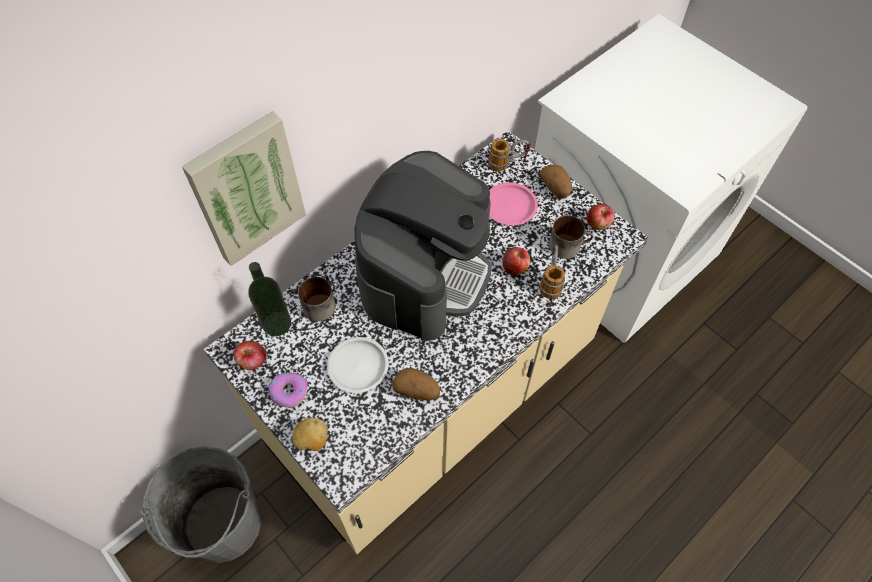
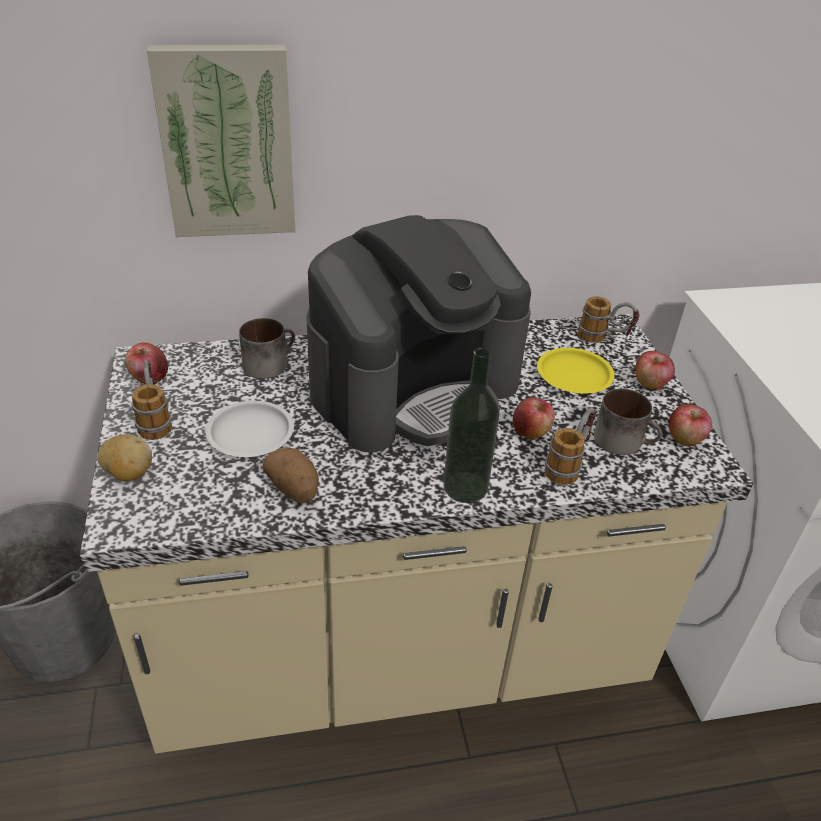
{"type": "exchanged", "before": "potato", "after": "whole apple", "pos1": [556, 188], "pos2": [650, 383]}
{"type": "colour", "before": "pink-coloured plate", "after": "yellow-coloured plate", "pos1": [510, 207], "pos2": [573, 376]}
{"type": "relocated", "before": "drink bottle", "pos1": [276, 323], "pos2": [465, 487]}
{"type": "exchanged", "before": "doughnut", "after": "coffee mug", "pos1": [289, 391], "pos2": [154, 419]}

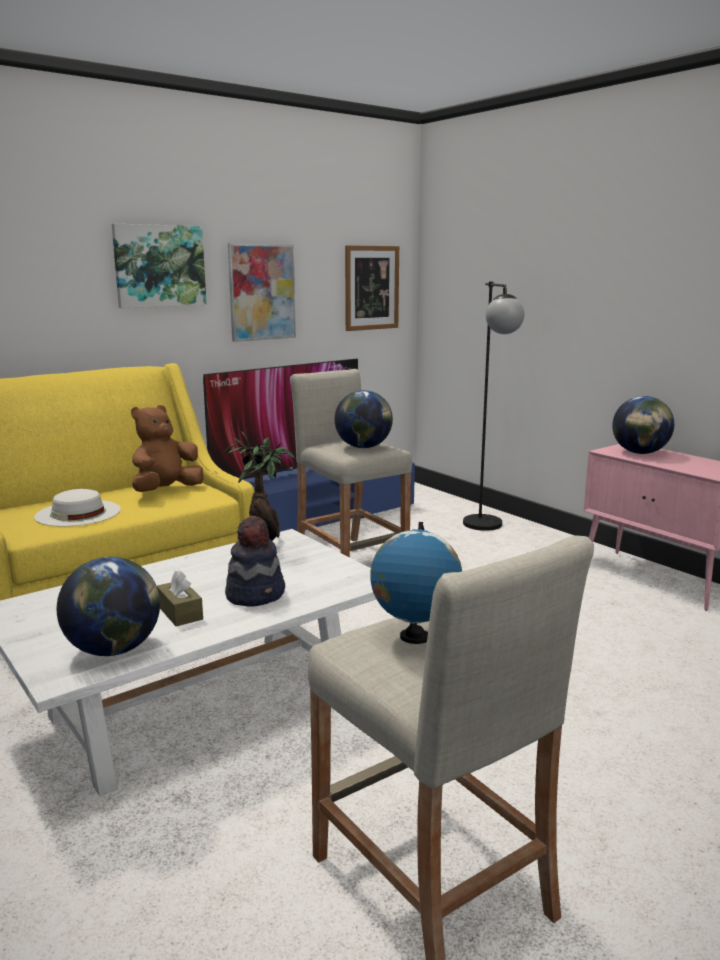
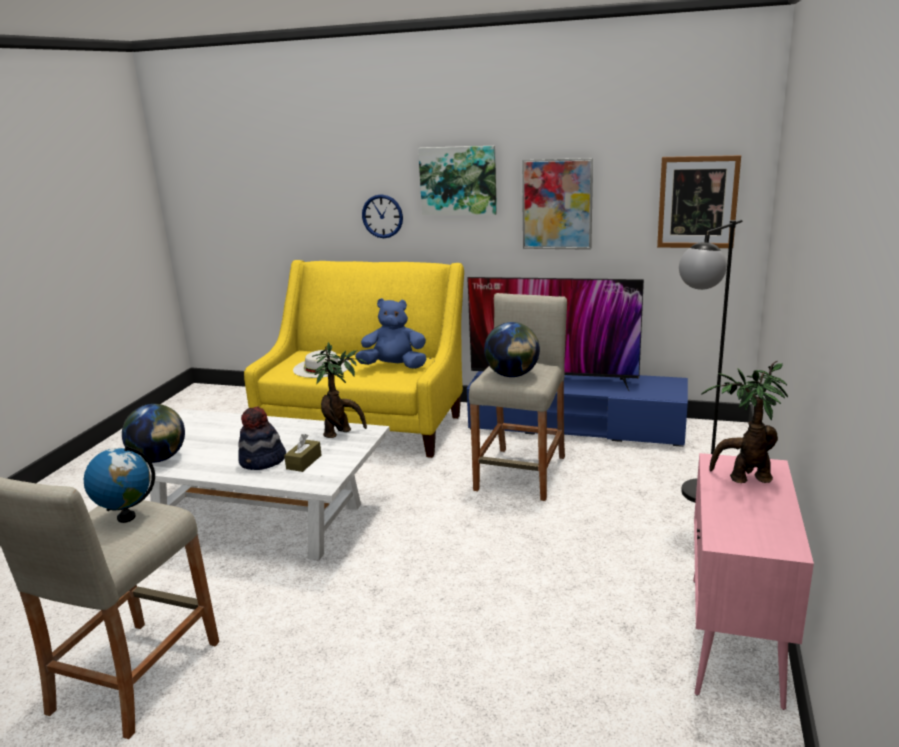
{"type": "exchanged", "before": "desk globe", "after": "plant in a pot", "pos1": [640, 453], "pos2": [744, 478]}
{"type": "colour", "before": "brown-coloured plush toy", "after": "blue-coloured plush toy", "pos1": [166, 491], "pos2": [394, 367]}
{"type": "relocated", "before": "brown-coloured tissue holder", "pos1": [180, 613], "pos2": [304, 462]}
{"type": "appeared", "after": "hanging clock", "pos2": [382, 216]}

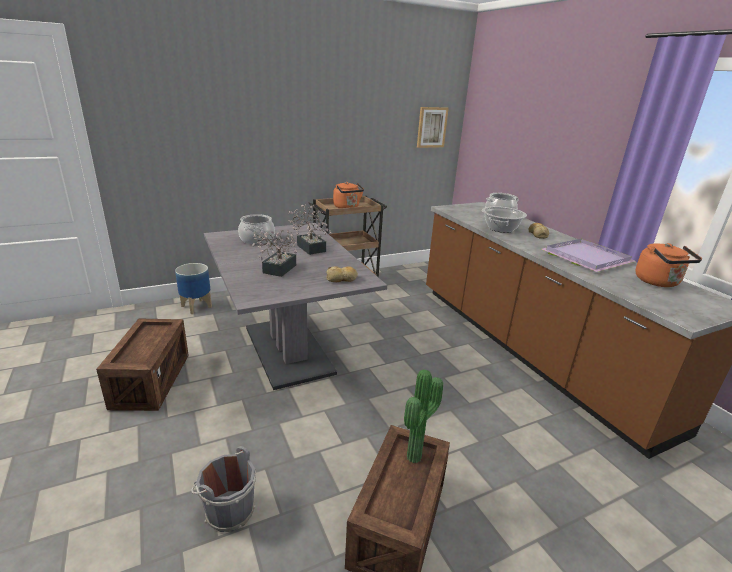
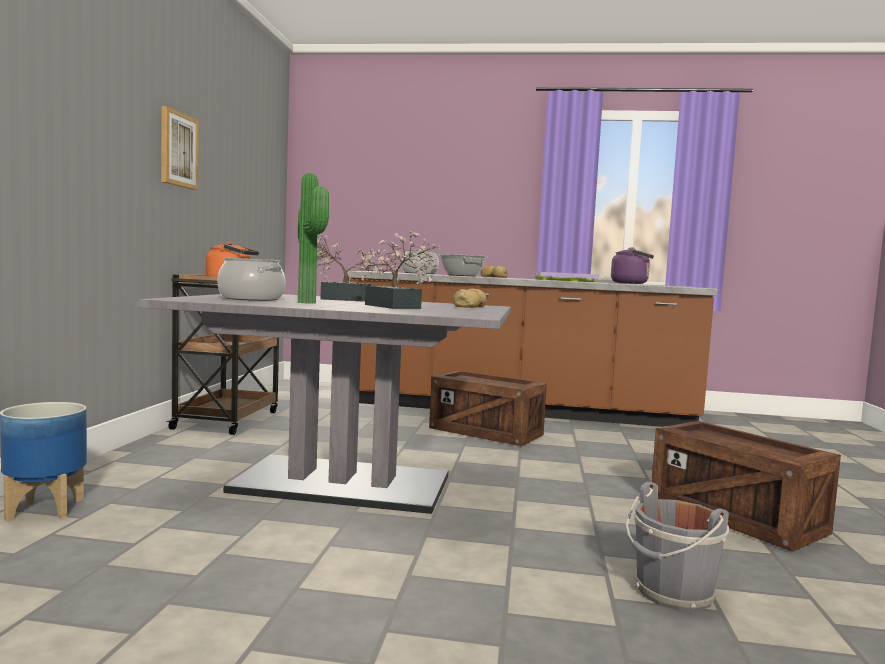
{"type": "relocated", "before": "wall picture", "pos1": [431, 127], "pos2": [178, 150]}
{"type": "colour", "before": "orange-coloured tea kettle", "after": "purple tea kettle", "pos1": [659, 282], "pos2": [632, 283]}
{"type": "relocated", "before": "crate", "pos1": [151, 381], "pos2": [485, 432]}
{"type": "relocated", "before": "plant in a pot", "pos1": [416, 458], "pos2": [310, 303]}

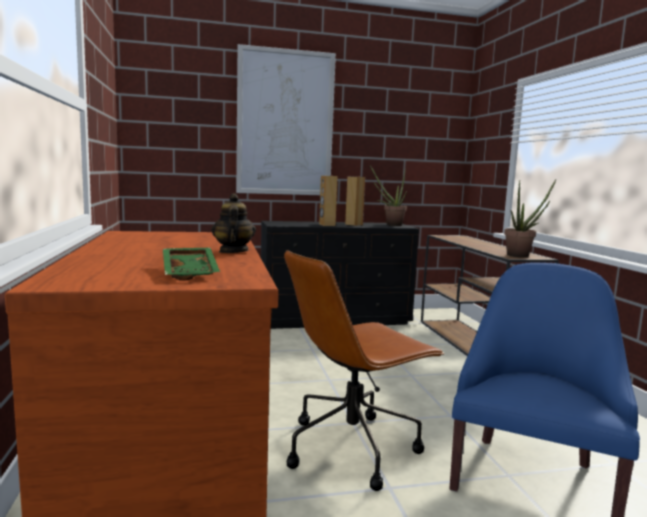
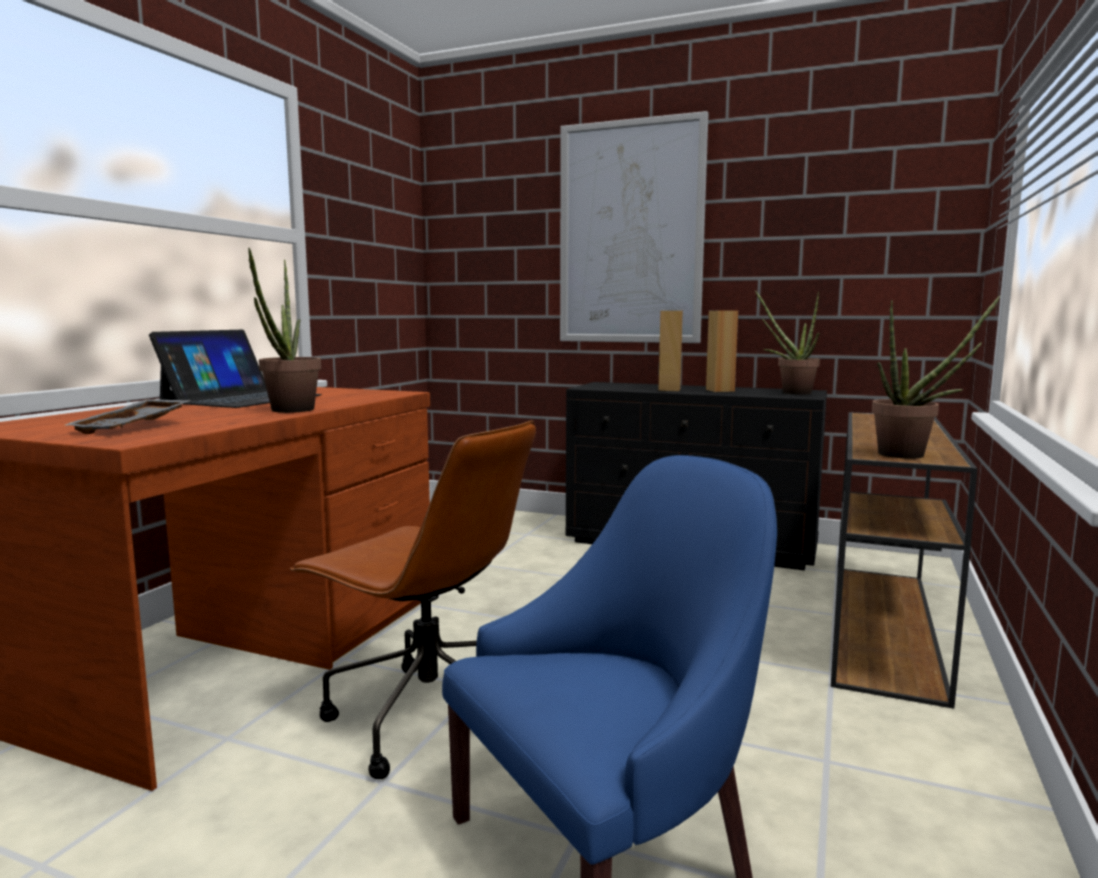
{"type": "exchanged", "before": "tea pot", "after": "plant in a pot", "pos1": [233, 251], "pos2": [288, 411]}
{"type": "colour", "before": "greenish carrying tray", "after": "grey carrying tray", "pos1": [191, 272], "pos2": [133, 427]}
{"type": "spun", "before": "brown-coloured desk chair", "pos1": [353, 447], "pos2": [426, 716], "turn": -150}
{"type": "appeared", "after": "portable computer", "pos2": [241, 399]}

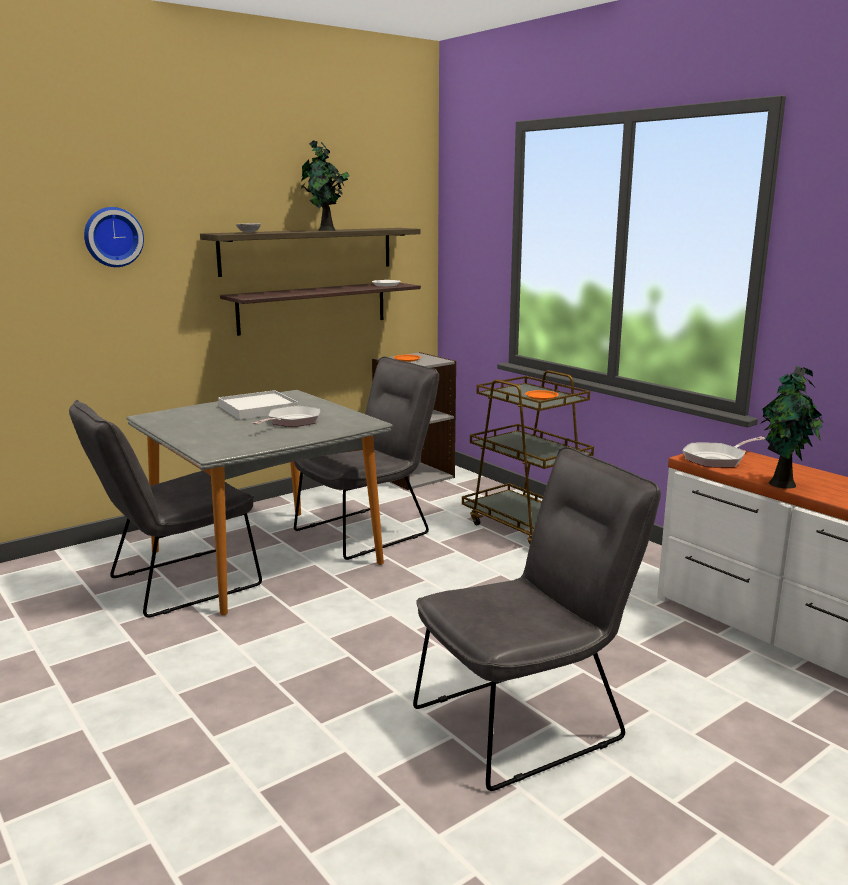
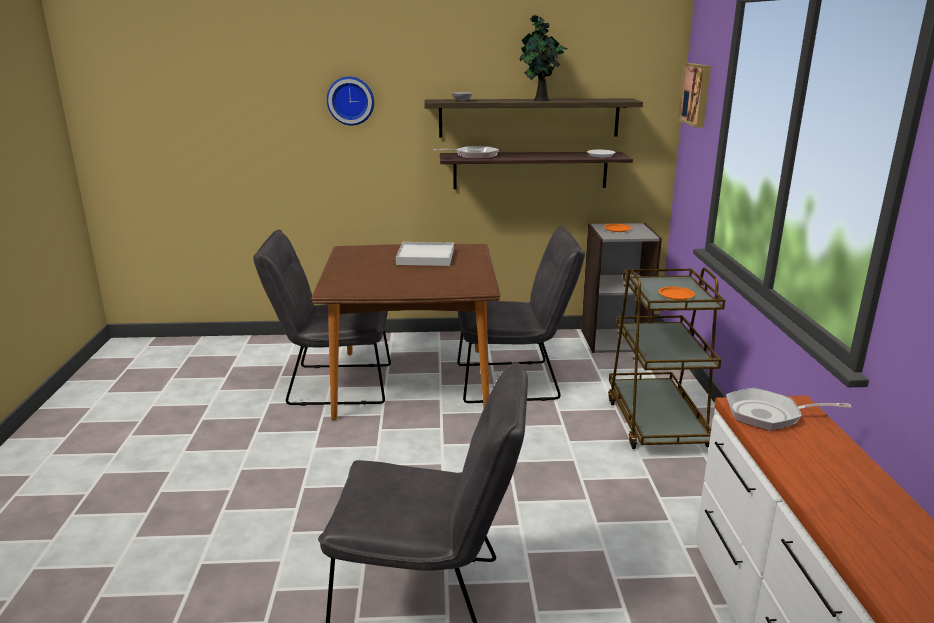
{"type": "missing", "before": "plant in a pot", "pos1": [783, 485]}
{"type": "colour", "before": "grey kitchen table", "after": "brown-coloured kitchen table", "pos1": [264, 558], "pos2": [411, 382]}
{"type": "relocated", "before": "frying pan", "pos1": [291, 422], "pos2": [473, 156]}
{"type": "appeared", "after": "wall picture", "pos2": [697, 94]}

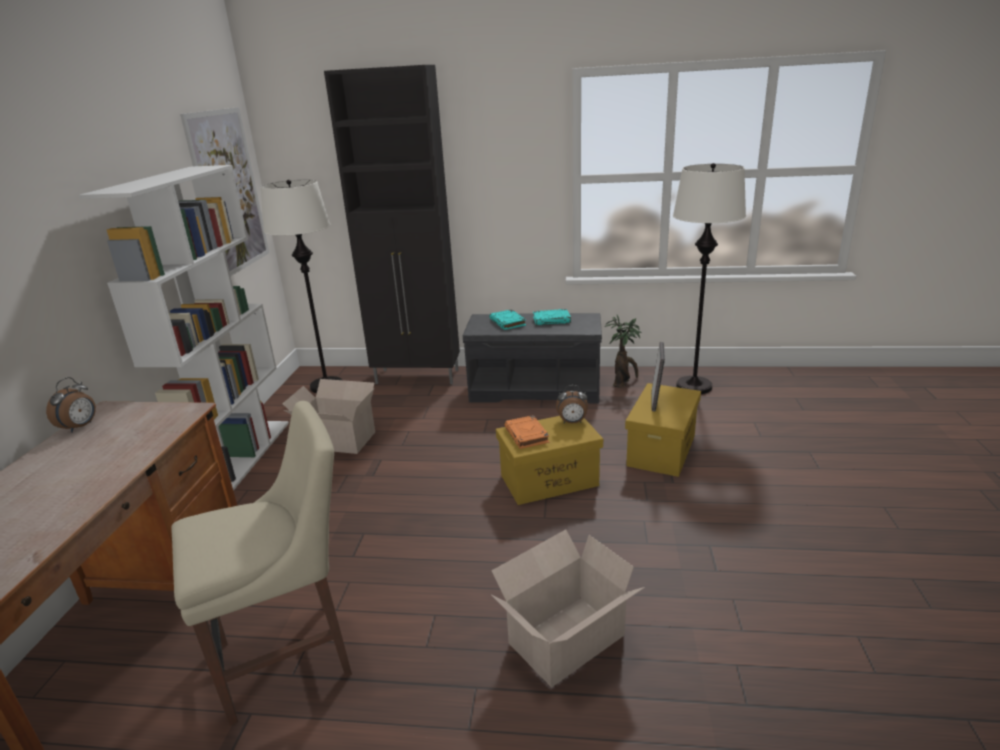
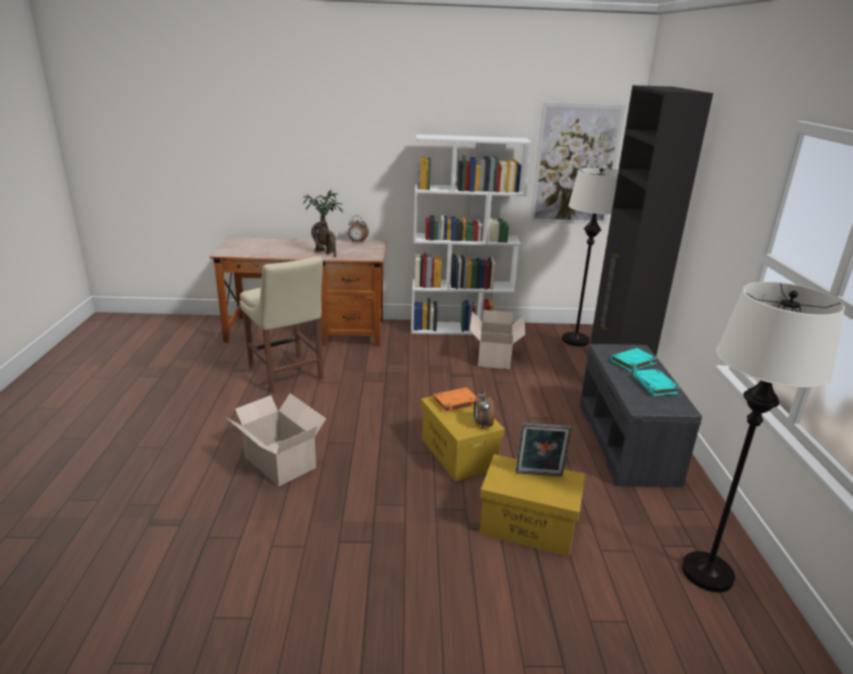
{"type": "relocated", "before": "plant in a pot", "pos1": [623, 382], "pos2": [325, 253]}

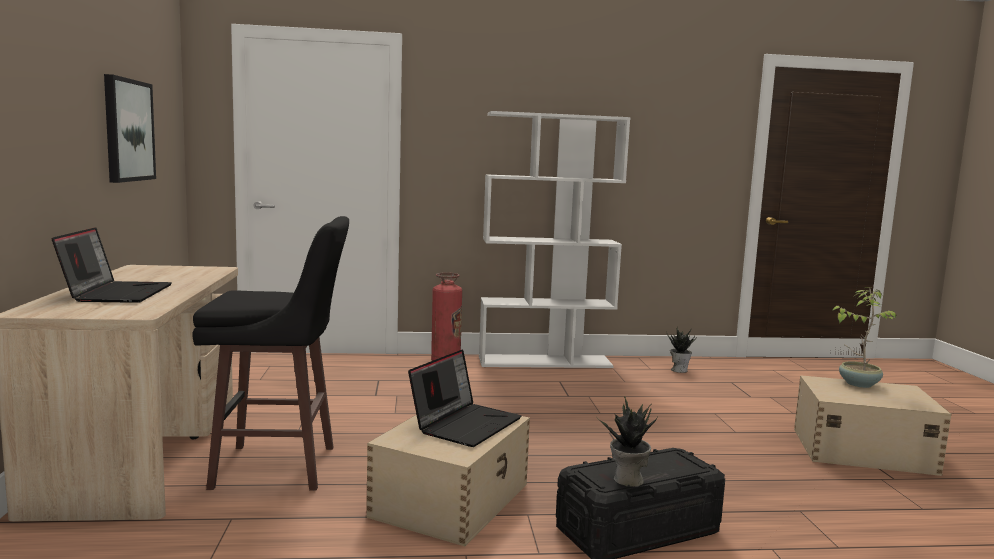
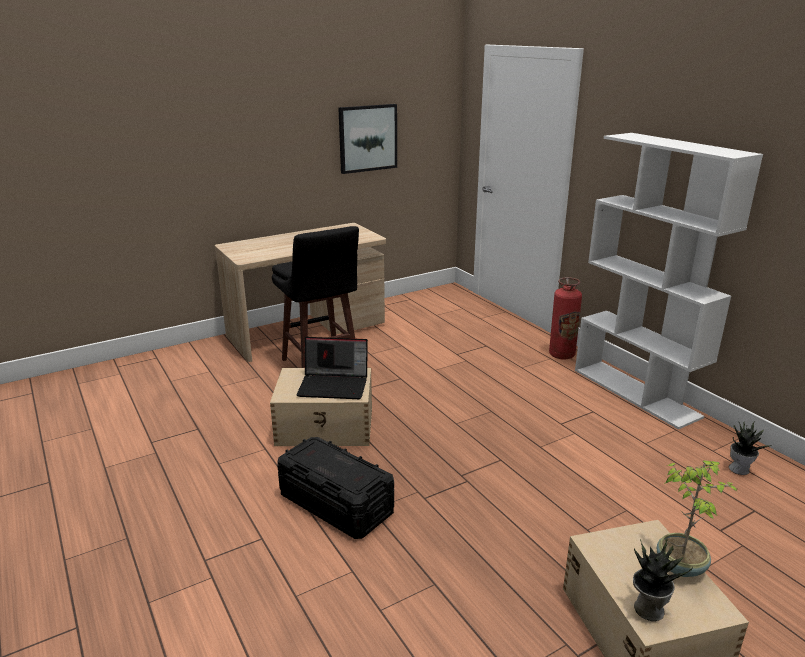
{"type": "missing", "before": "portable computer", "pos1": [117, 293]}
{"type": "relocated", "before": "plant in a pot", "pos1": [627, 480], "pos2": [647, 608]}

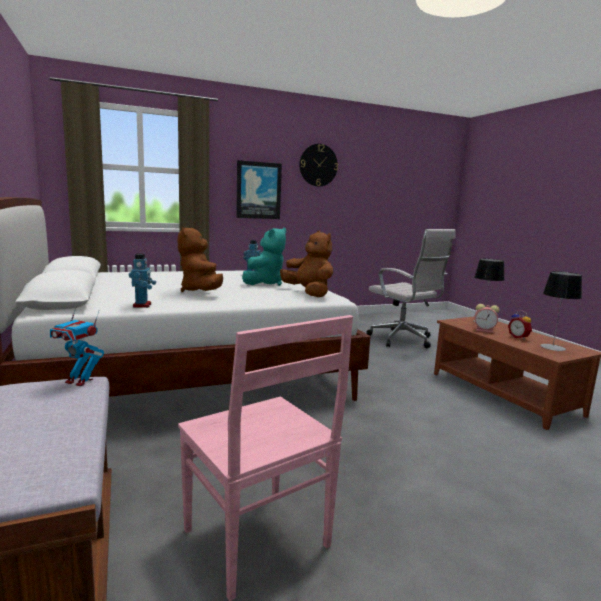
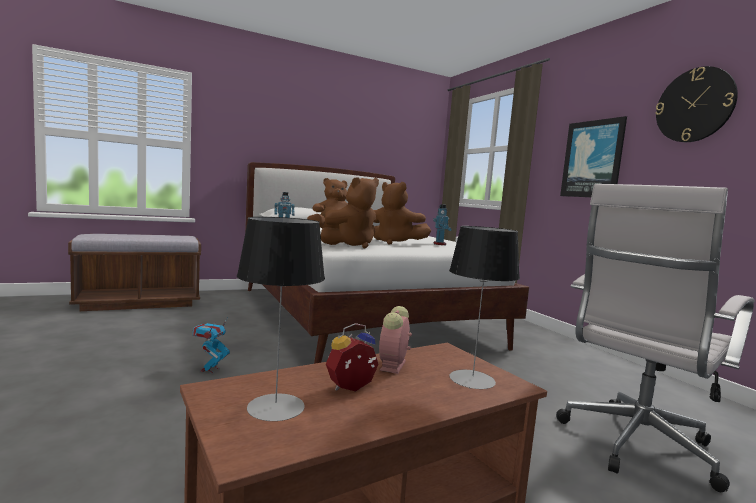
{"type": "colour", "before": "blue-green plush toy", "after": "brown-coloured plush toy", "pos1": [265, 283], "pos2": [395, 243]}
{"type": "relocated", "before": "model robot", "pos1": [80, 381], "pos2": [210, 369]}
{"type": "missing", "before": "pink-coloured chair", "pos1": [258, 541]}

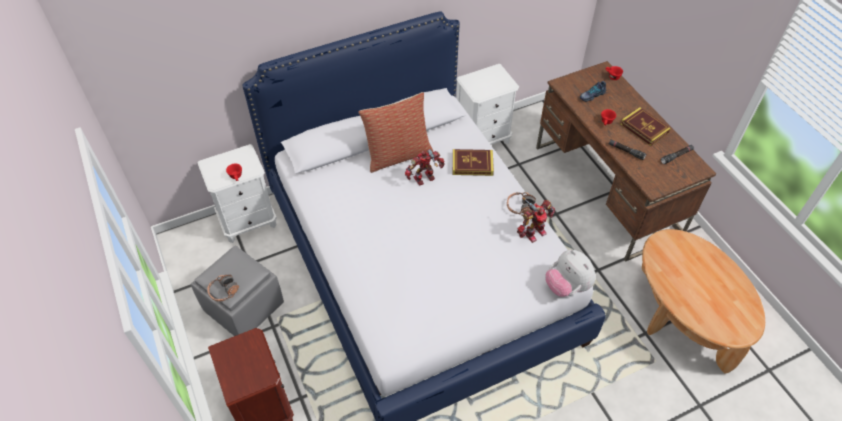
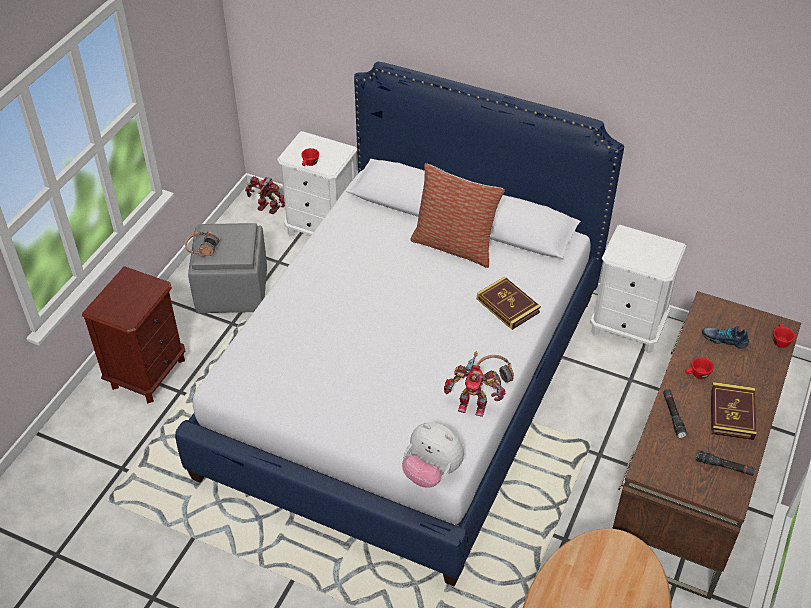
{"type": "relocated", "before": "model robot", "pos1": [425, 179], "pos2": [268, 209]}
{"type": "spun", "before": "plush toy", "pos1": [567, 286], "pos2": [431, 472], "turn": -75}

